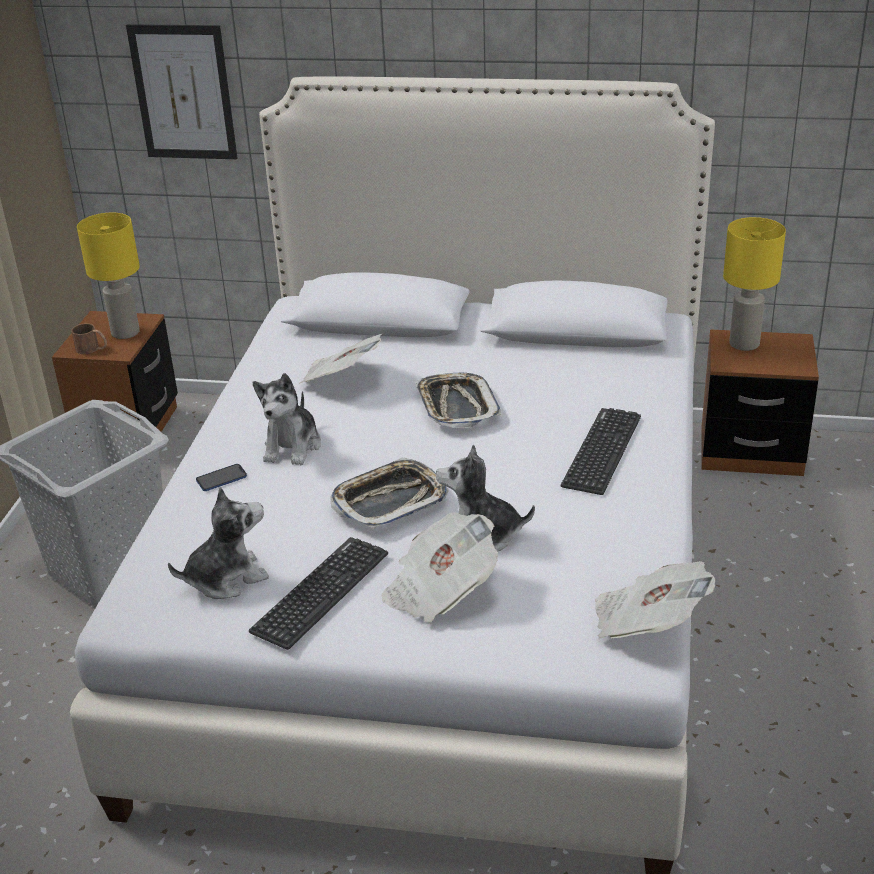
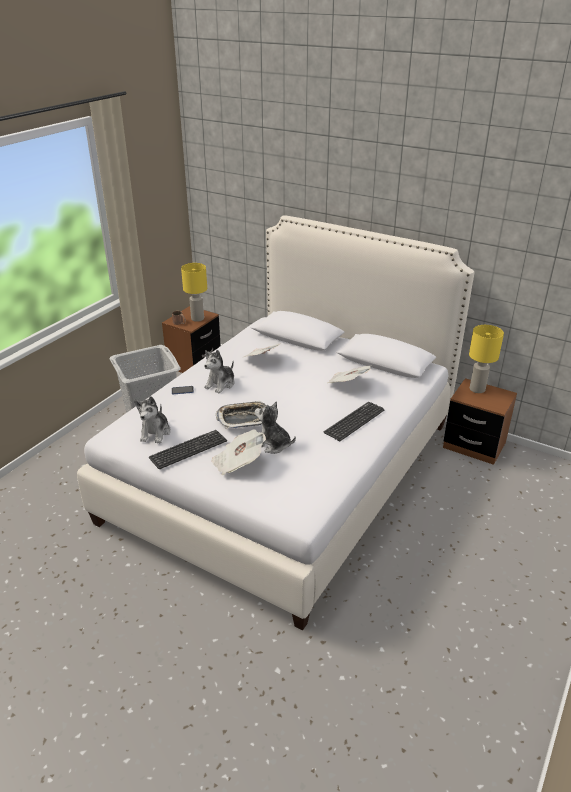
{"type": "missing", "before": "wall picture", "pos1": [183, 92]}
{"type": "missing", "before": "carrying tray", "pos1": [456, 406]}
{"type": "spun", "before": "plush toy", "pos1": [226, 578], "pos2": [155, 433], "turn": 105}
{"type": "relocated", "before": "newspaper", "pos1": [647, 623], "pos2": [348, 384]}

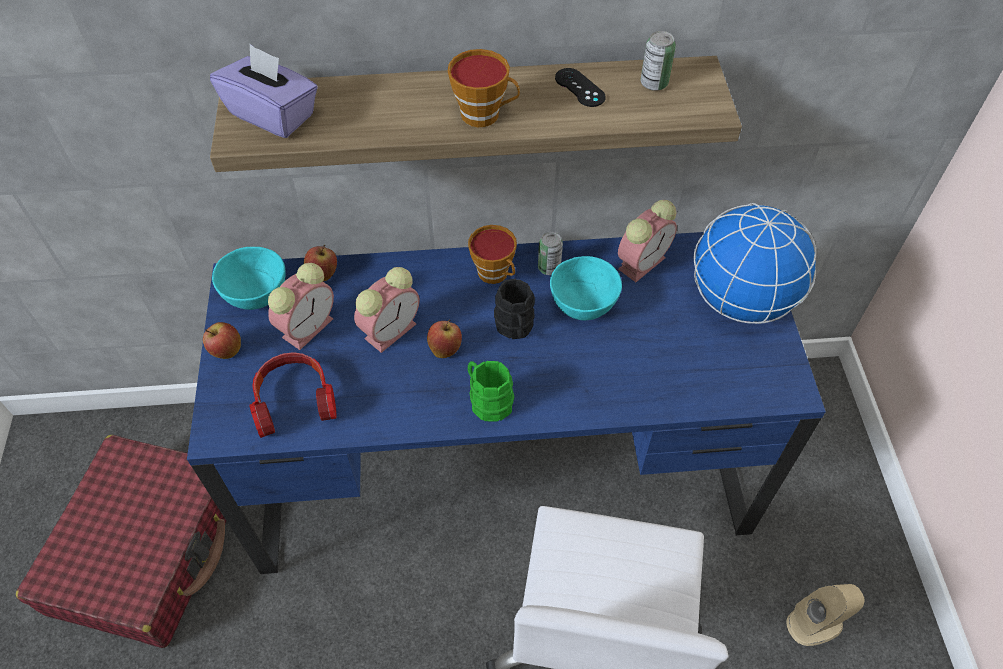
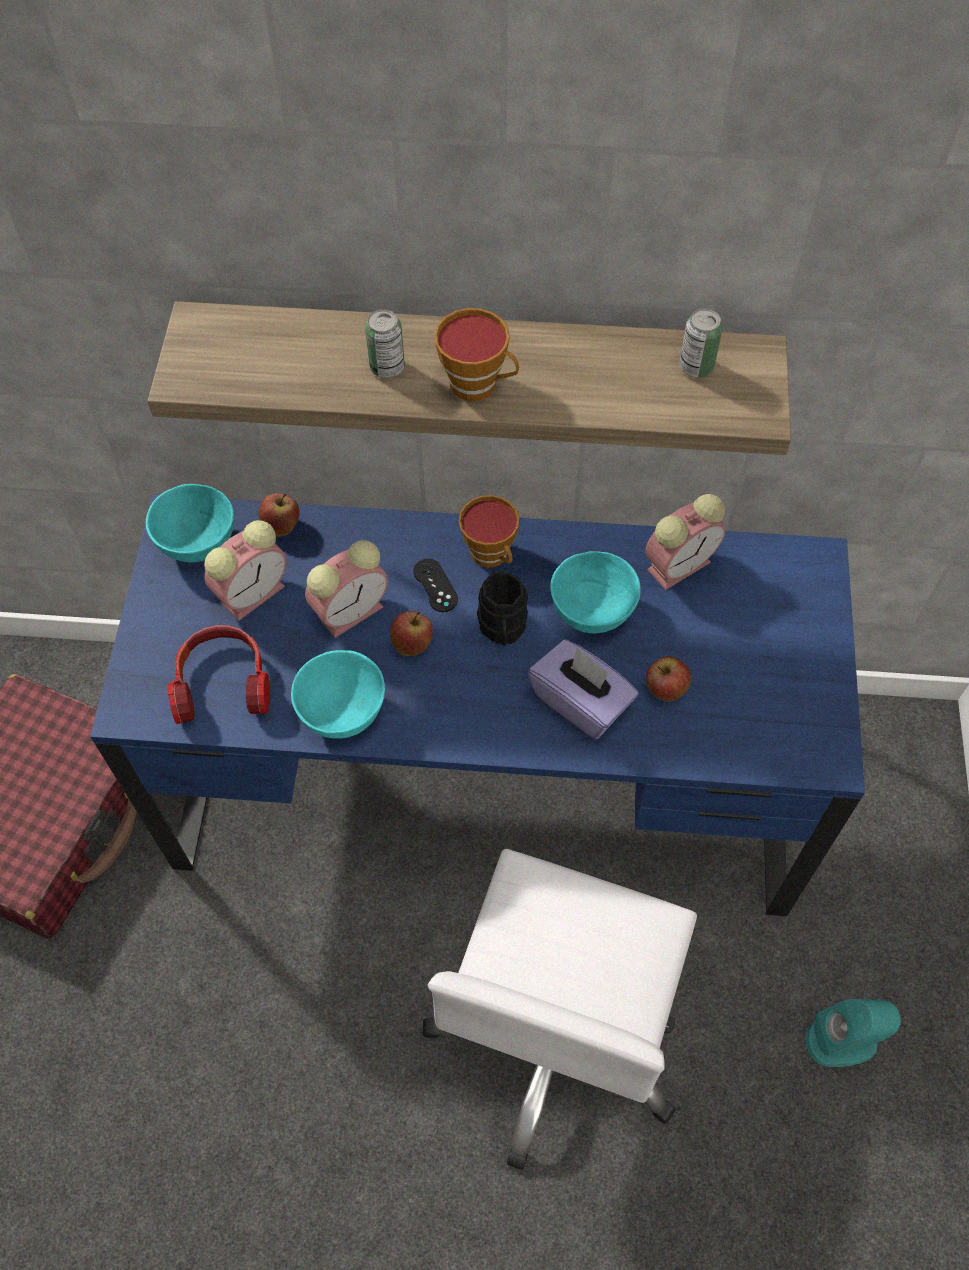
{"type": "relocated", "before": "purple tissue holder", "pos1": [273, 114], "pos2": [581, 702]}
{"type": "relocated", "before": "black joypad", "pos1": [579, 88], "pos2": [435, 585]}
{"type": "missing", "before": "desk globe", "pos1": [740, 299]}
{"type": "relocated", "before": "metal can", "pos1": [549, 268], "pos2": [387, 367]}
{"type": "relocated", "before": "whole apple", "pos1": [226, 351], "pos2": [665, 690]}
{"type": "missing", "before": "greenish coffee mug", "pos1": [487, 400]}
{"type": "colour", "before": "sand-coloured audio speaker", "after": "blue-green audio speaker", "pos1": [815, 623], "pos2": [842, 1040]}
{"type": "appeared", "after": "blue-green deep dish", "pos2": [344, 712]}

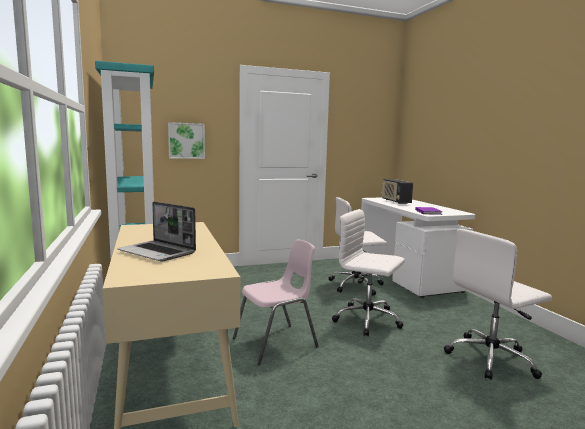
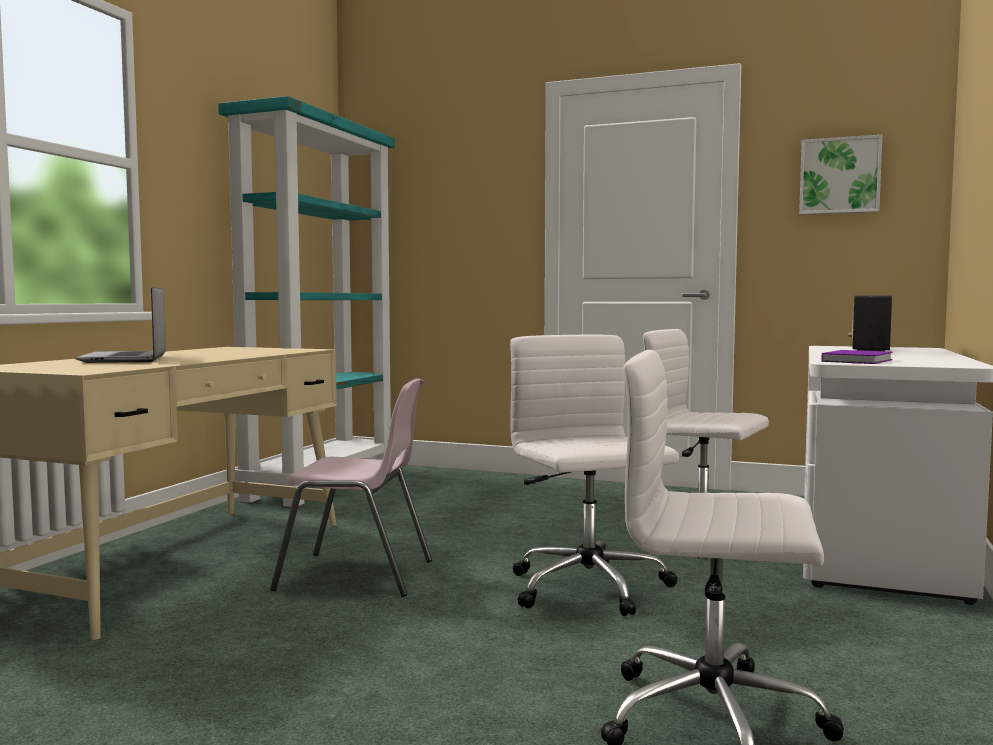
{"type": "relocated", "before": "wall picture", "pos1": [186, 140], "pos2": [839, 176]}

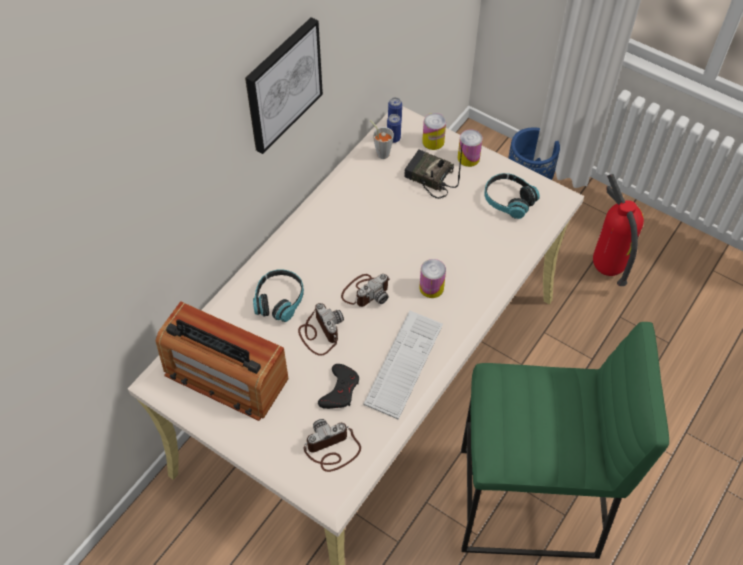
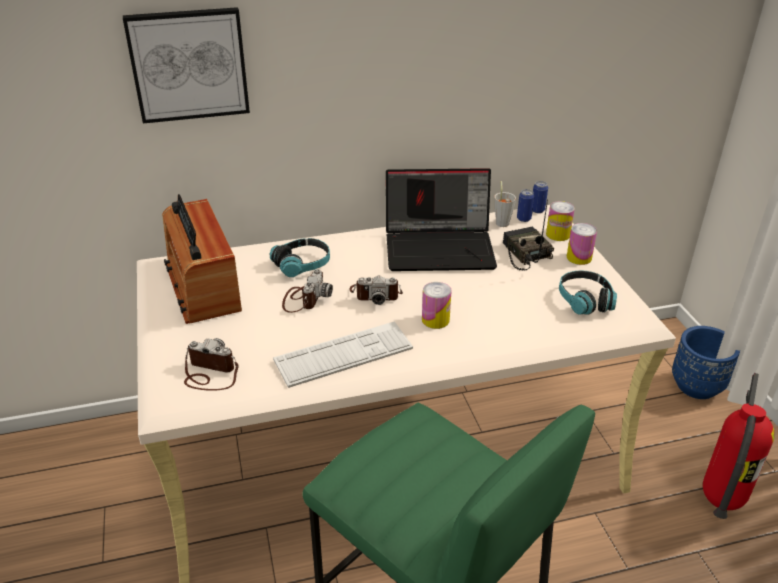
{"type": "relocated", "before": "wall picture", "pos1": [282, 84], "pos2": [189, 65]}
{"type": "missing", "before": "black joypad", "pos1": [340, 390]}
{"type": "appeared", "after": "portable computer", "pos2": [440, 247]}

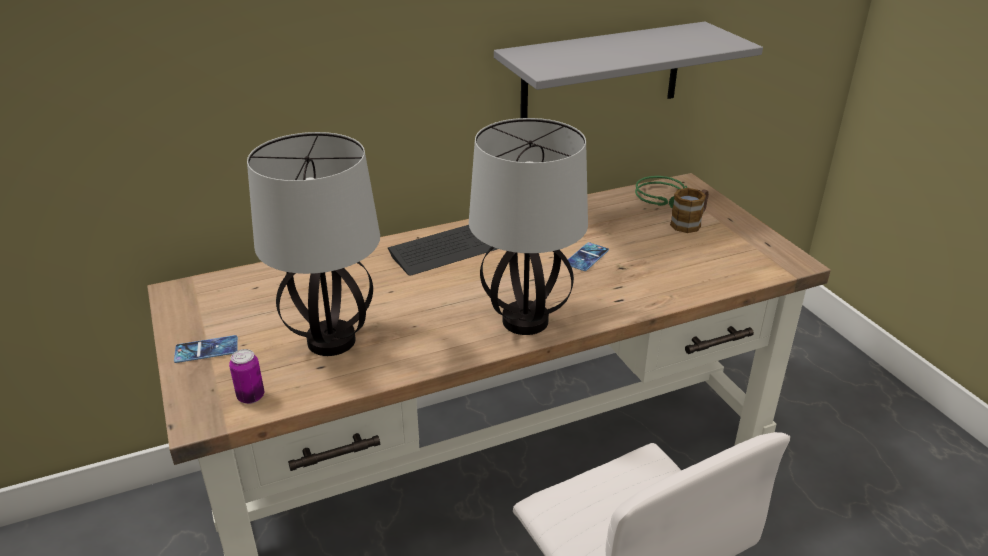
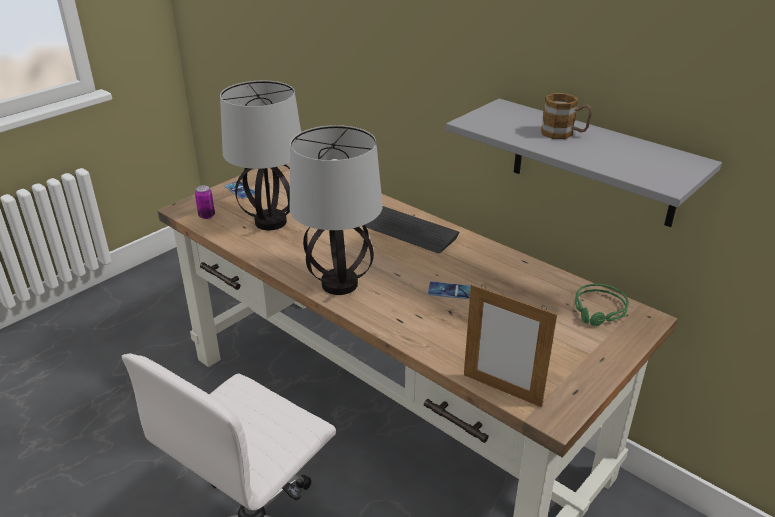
{"type": "relocated", "before": "coffee mug", "pos1": [690, 223], "pos2": [563, 134]}
{"type": "appeared", "after": "photo frame", "pos2": [501, 390]}

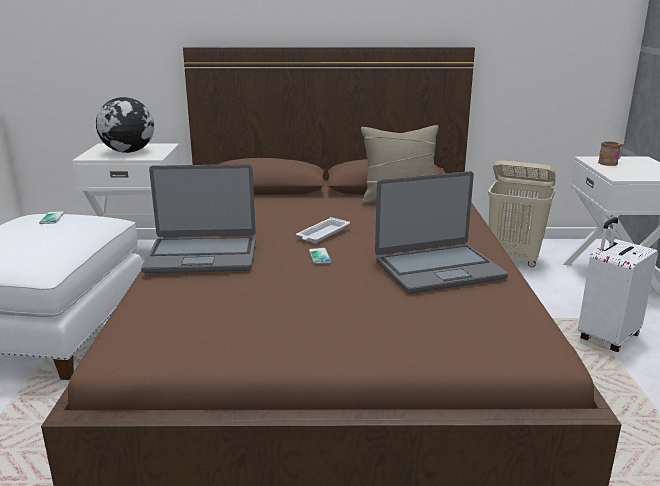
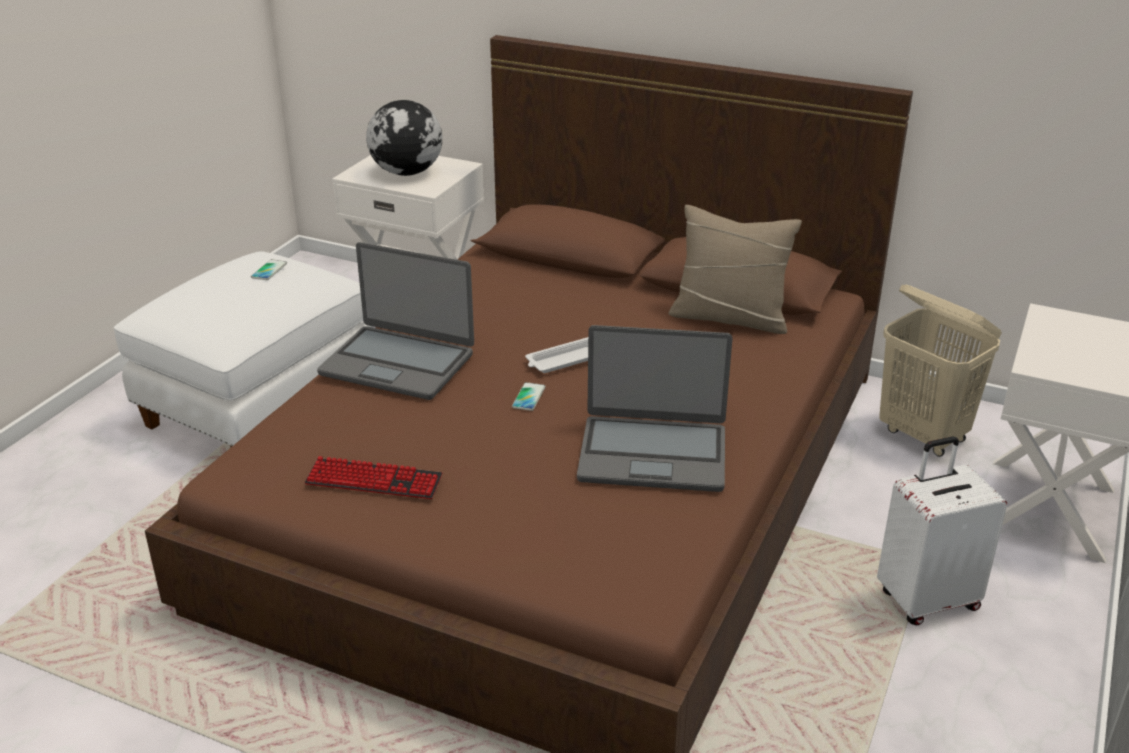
{"type": "missing", "before": "coffee mug", "pos1": [610, 163]}
{"type": "appeared", "after": "keyboard", "pos2": [374, 481]}

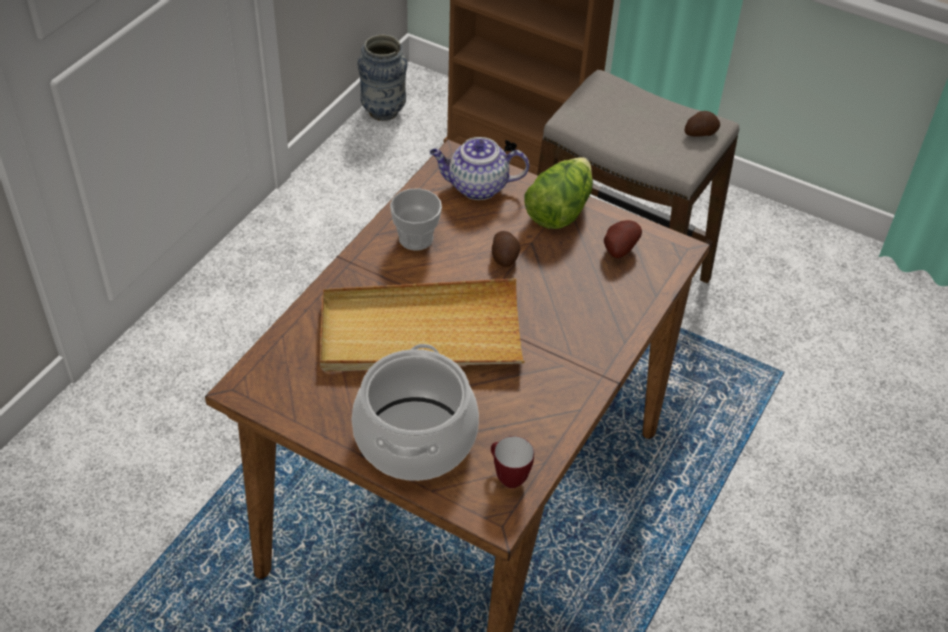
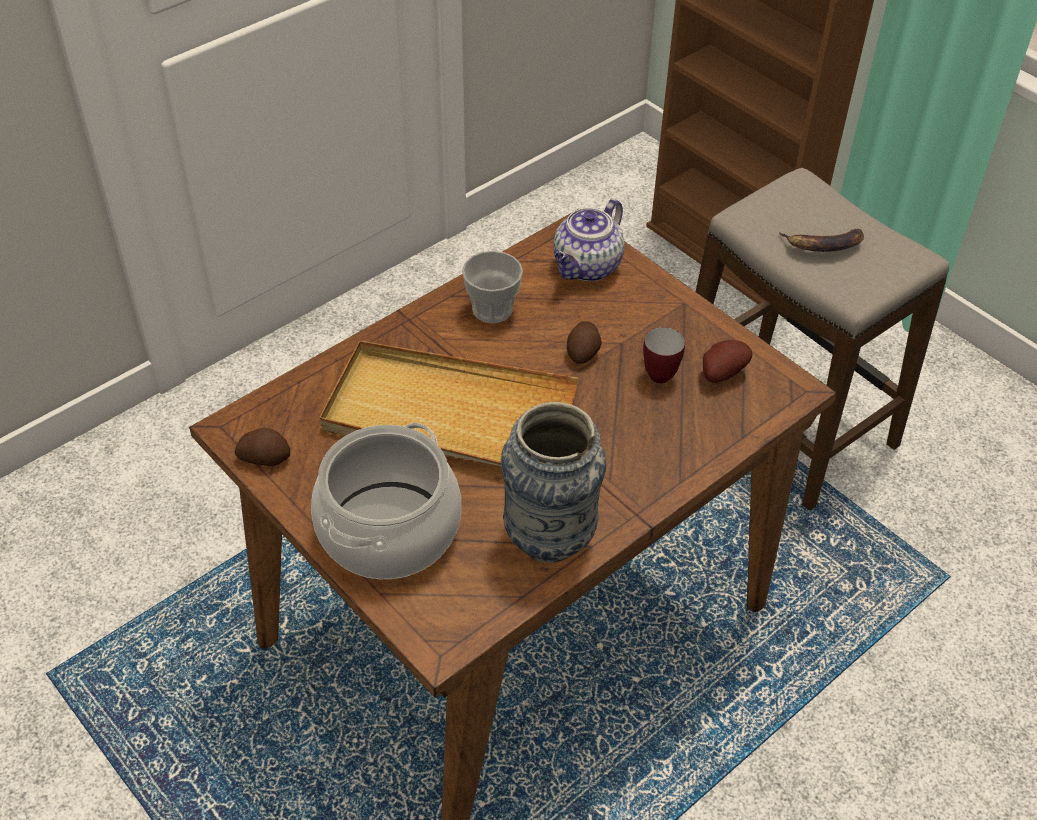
{"type": "relocated", "before": "vase", "pos1": [383, 112], "pos2": [549, 539]}
{"type": "relocated", "before": "potato", "pos1": [700, 132], "pos2": [264, 457]}
{"type": "spun", "before": "tea pot", "pos1": [476, 187], "pos2": [587, 267], "turn": -75}
{"type": "missing", "before": "head of lettuce", "pos1": [559, 209]}
{"type": "relocated", "before": "coffee mug", "pos1": [507, 477], "pos2": [656, 372]}
{"type": "appeared", "after": "banana fruit", "pos2": [823, 245]}

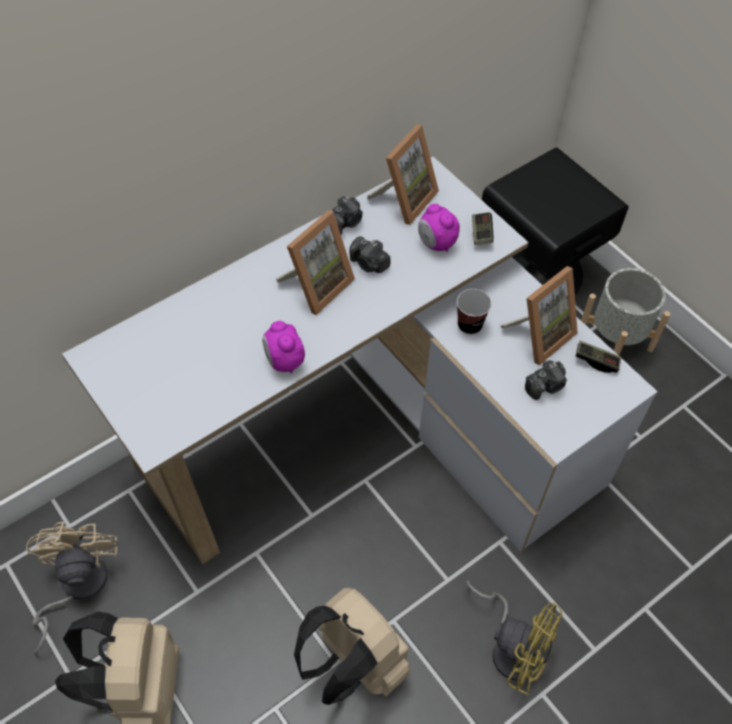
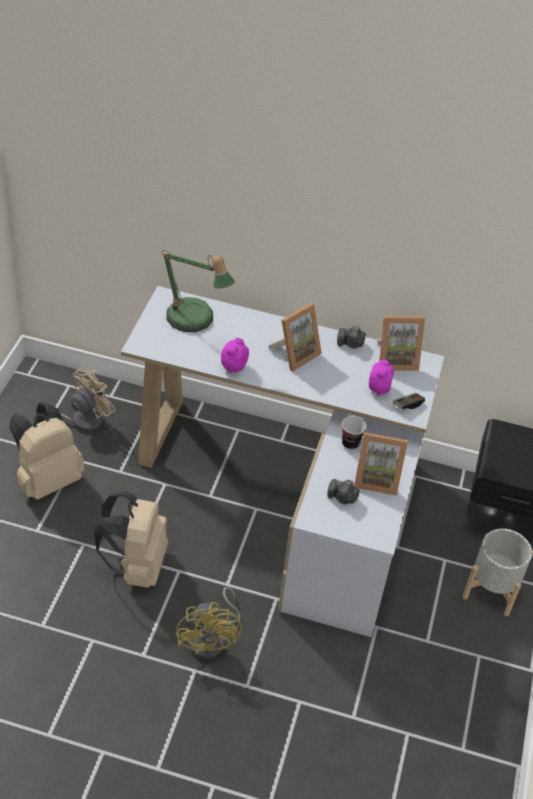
{"type": "spun", "before": "photo frame", "pos1": [316, 285], "pos2": [295, 354], "turn": -45}
{"type": "missing", "before": "photo camera", "pos1": [369, 264]}
{"type": "missing", "before": "joypad", "pos1": [596, 361]}
{"type": "appeared", "after": "lamp for a table", "pos2": [194, 321]}

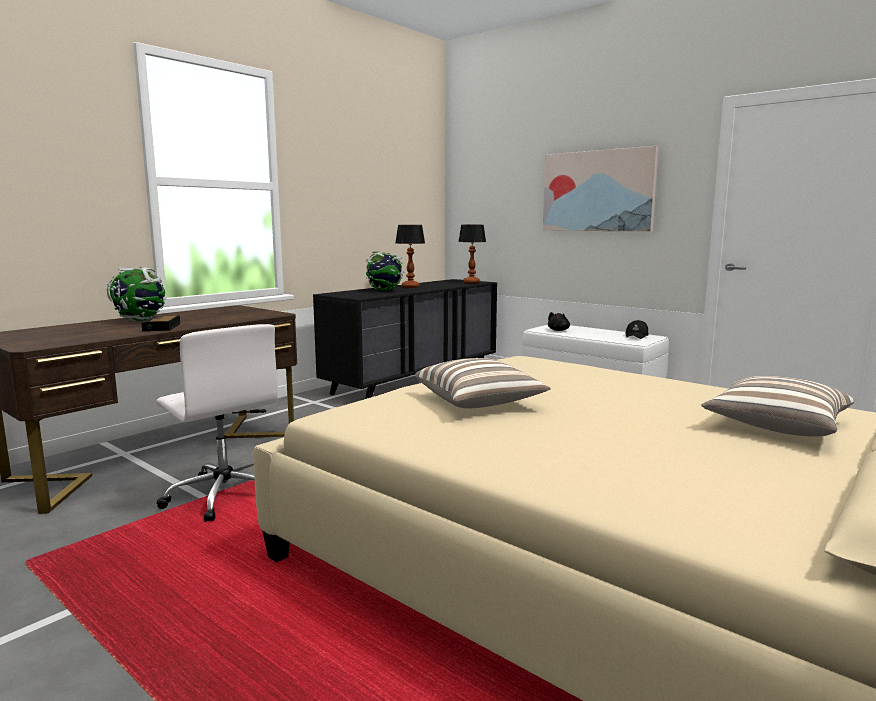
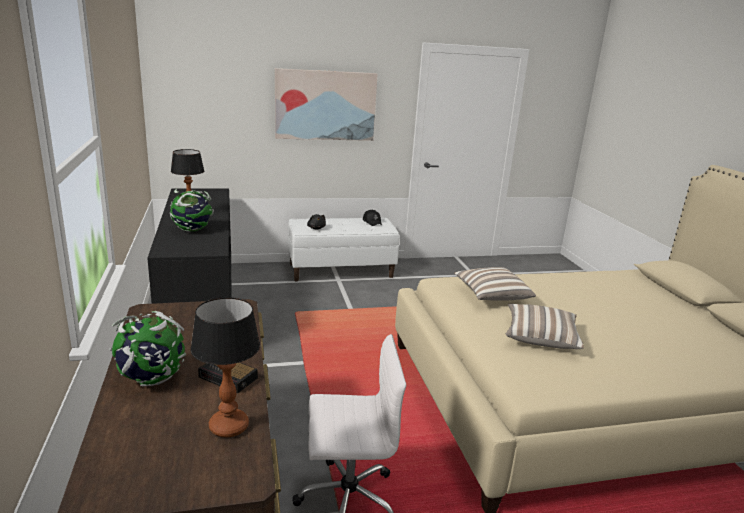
{"type": "relocated", "before": "lamp for a table", "pos1": [471, 282], "pos2": [228, 426]}
{"type": "relocated", "before": "throw pillow", "pos1": [775, 427], "pos2": [491, 295]}

